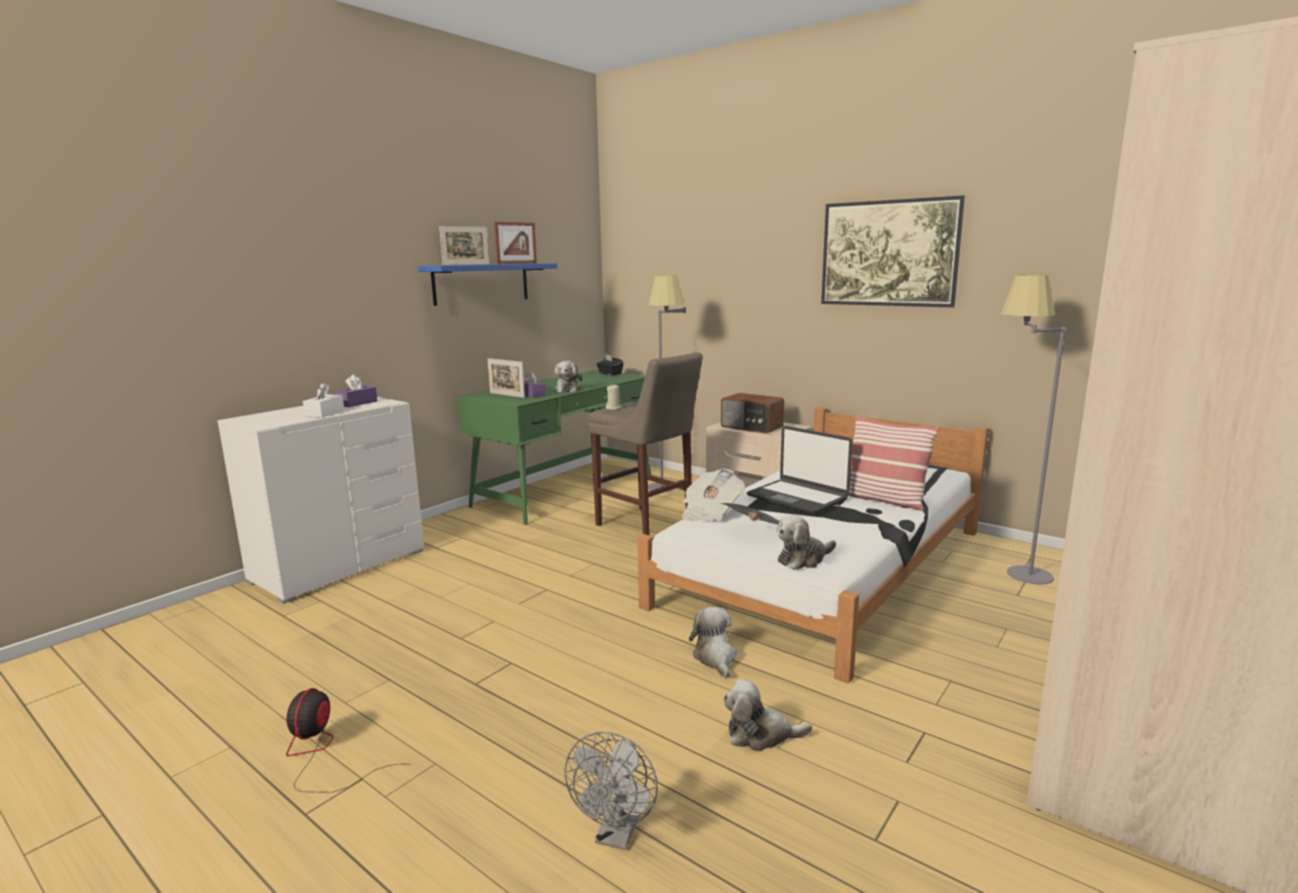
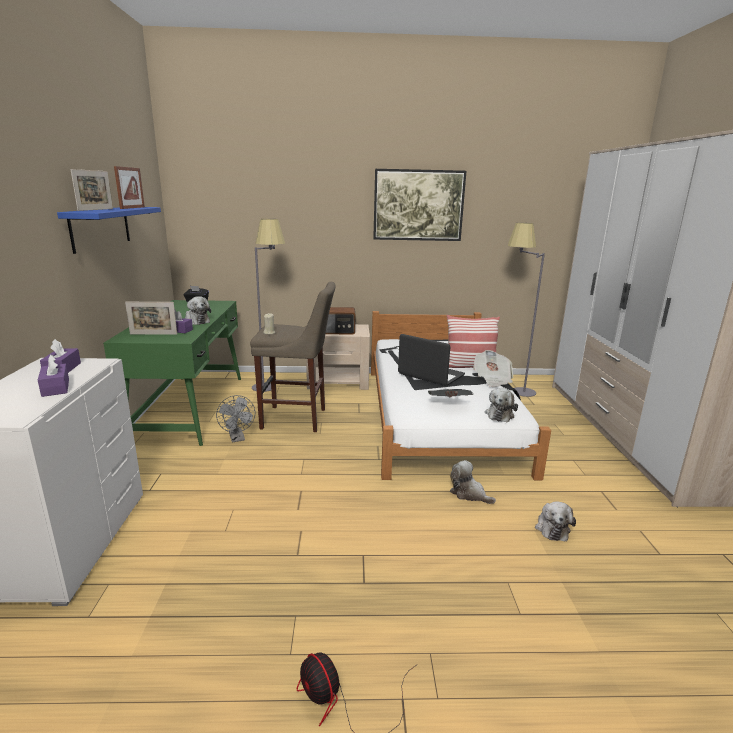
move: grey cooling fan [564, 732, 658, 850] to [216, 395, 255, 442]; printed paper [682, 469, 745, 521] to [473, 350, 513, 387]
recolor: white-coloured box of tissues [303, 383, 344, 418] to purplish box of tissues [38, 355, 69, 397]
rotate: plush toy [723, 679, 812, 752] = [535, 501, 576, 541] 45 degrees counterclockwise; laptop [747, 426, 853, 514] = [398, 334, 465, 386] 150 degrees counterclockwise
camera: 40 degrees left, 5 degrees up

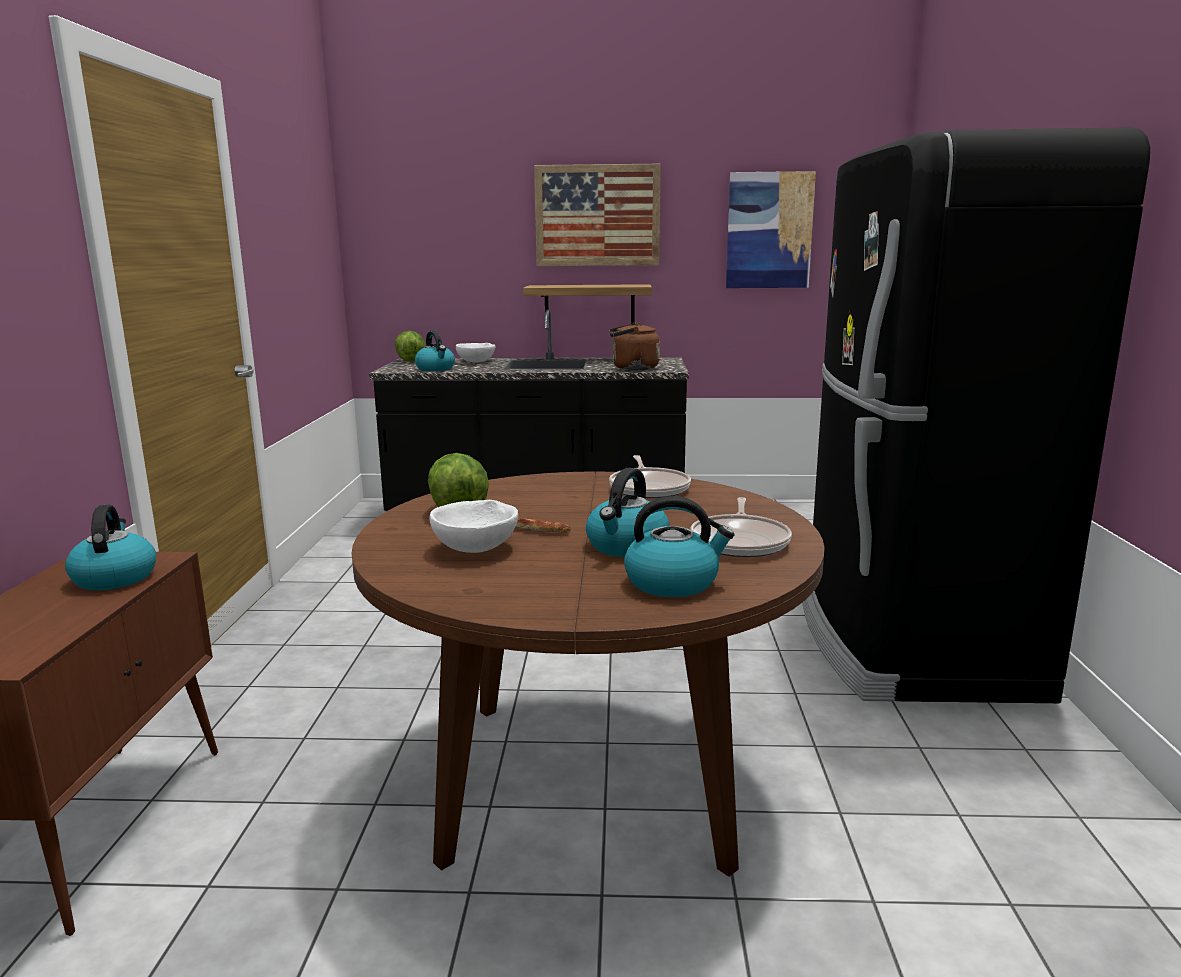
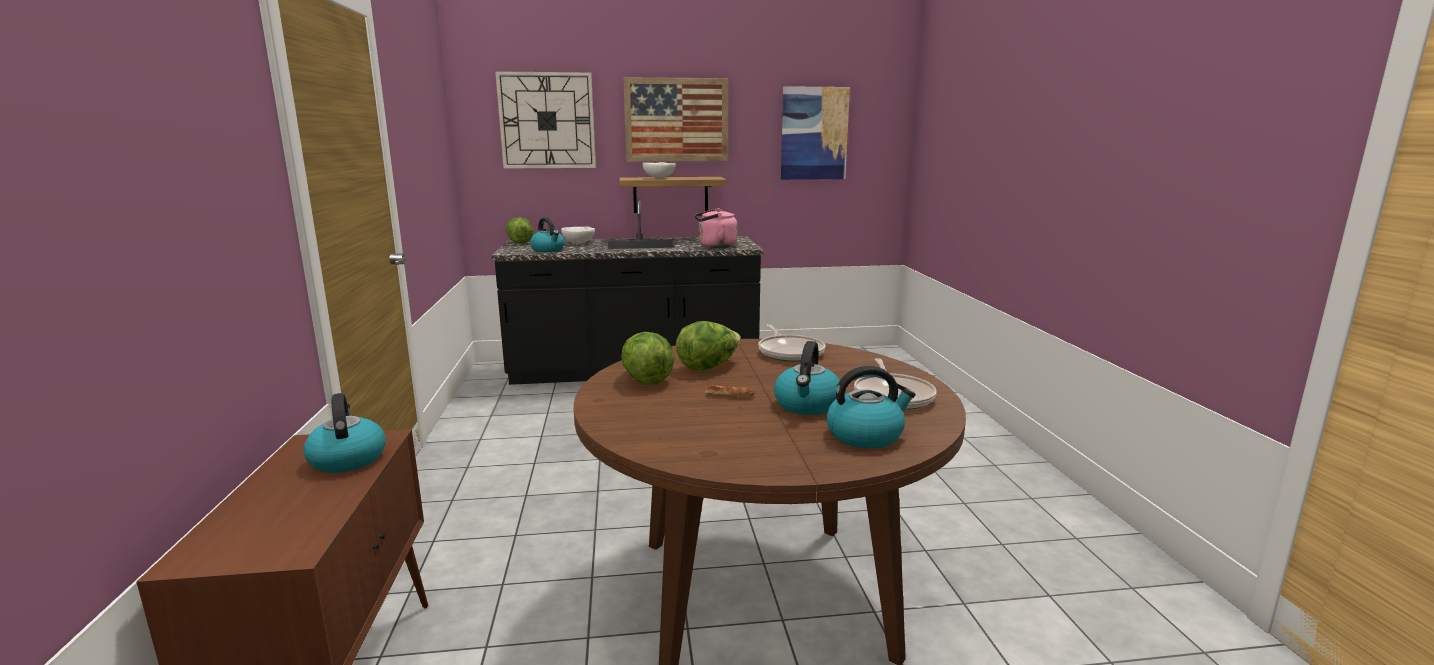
delete: black-coloured fridge [803, 127, 1150, 703]
insert: wall clock [495, 71, 596, 169]; lettuce [676, 321, 741, 371]
move: white-coloured serving bowl [430, 500, 518, 553] to [643, 162, 675, 178]
recolor: brown tea kettle [609, 322, 660, 370] to pink tea kettle [694, 209, 737, 248]
camera: 10 degrees left, 0 degrees up

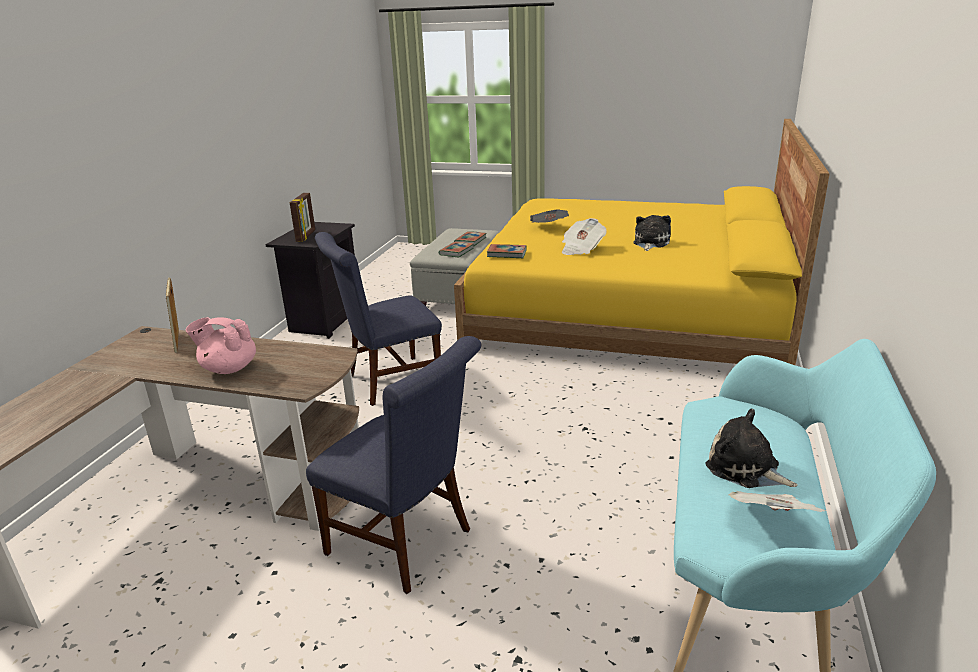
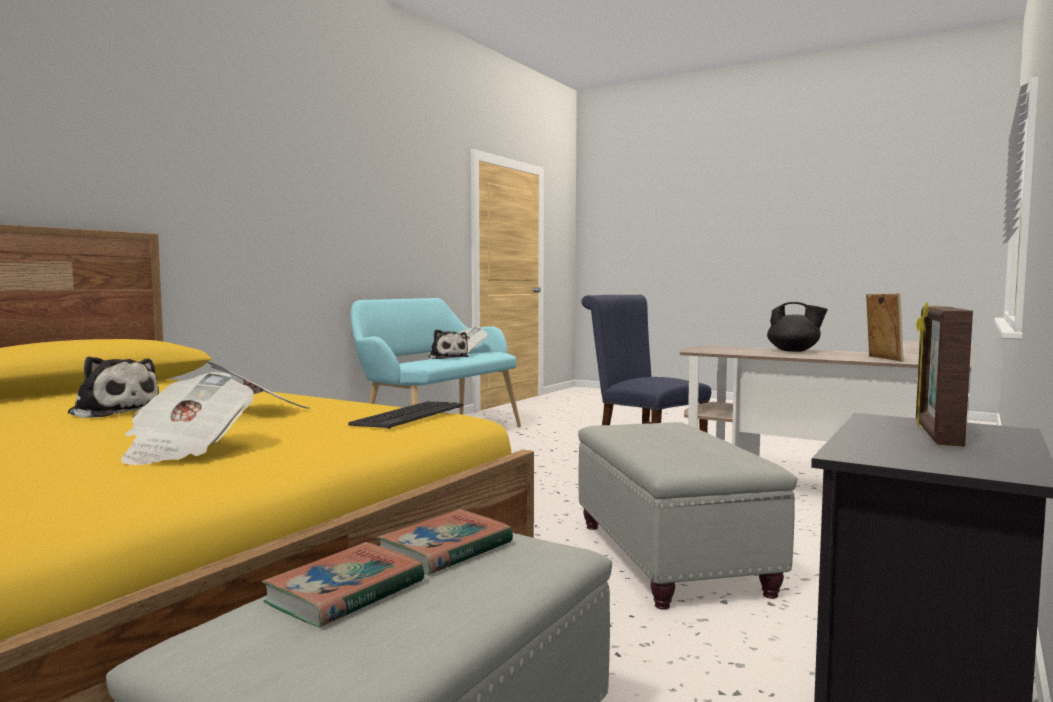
replace: bluish chair [315, 232, 442, 406] to grey footrest [578, 422, 797, 610]; book [487, 244, 527, 258] to PC keyboard [348, 401, 463, 429]
recolor: pink teapot [185, 317, 256, 374] to black-coloured teapot [767, 302, 828, 352]
rotate: plush toy [633, 215, 671, 251] = [68, 357, 159, 418] 105 degrees counterclockwise
camera: 165 degrees left, 20 degrees down

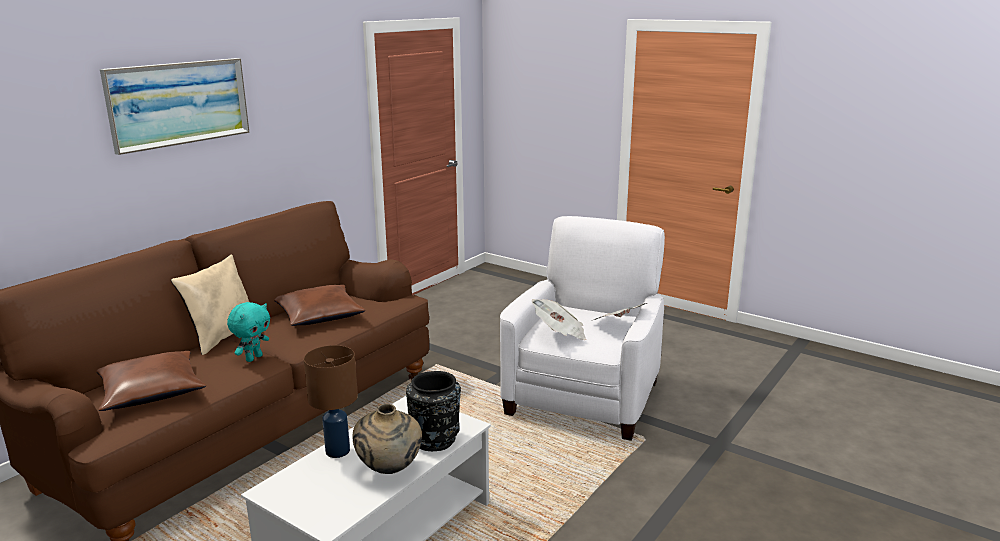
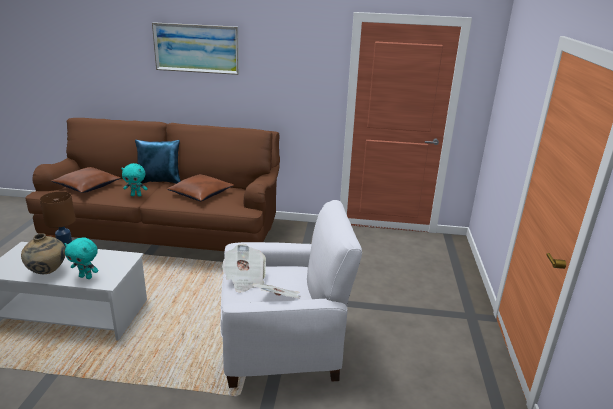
replace: black-coloured decorative vase [406, 371, 461, 451] to turquoise-coloured plush toy [64, 237, 98, 279]
recolor: beige-coloured cushion [171, 254, 249, 355] to bluish cushion [135, 140, 181, 184]
camera: 60 degrees right, 5 degrees up

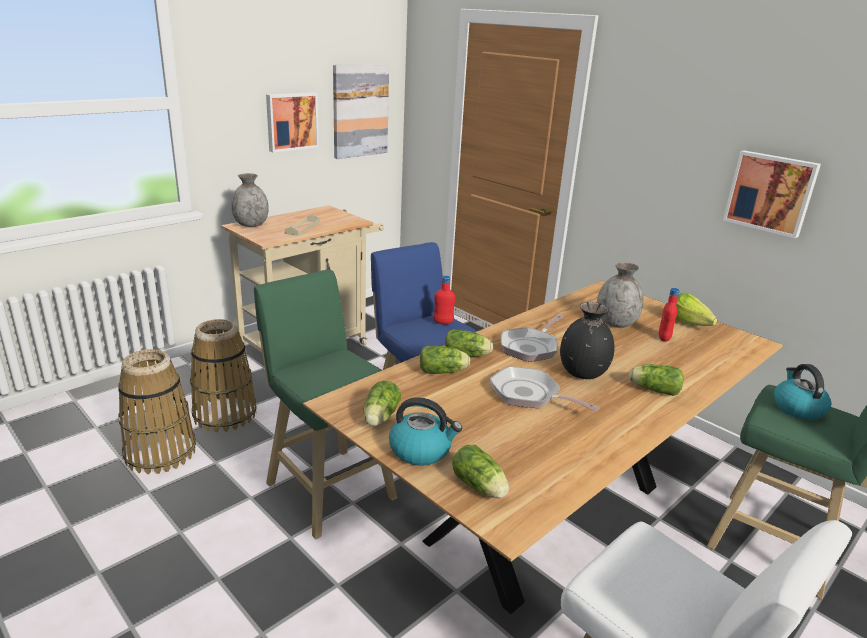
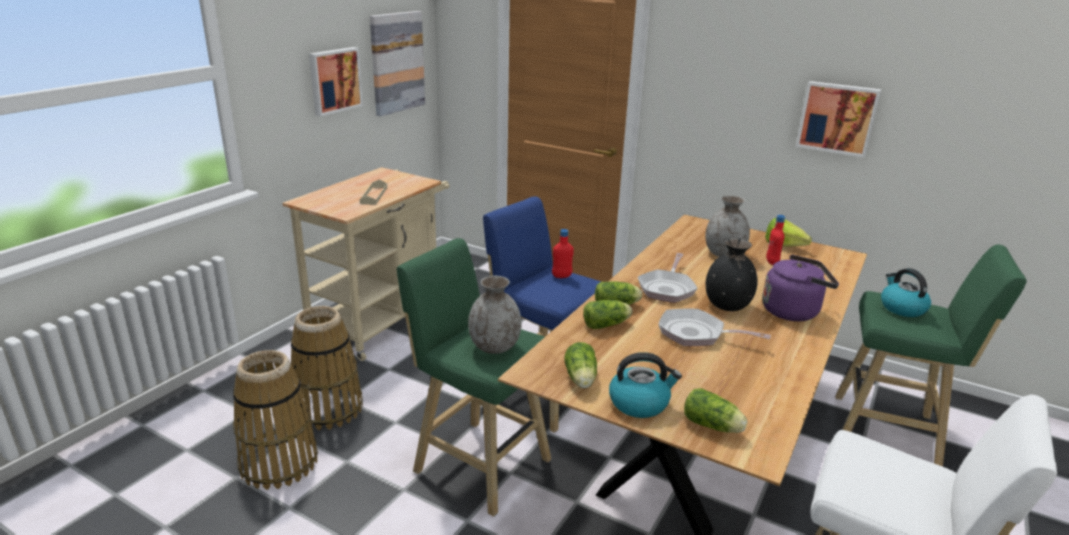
move: grey decorative vase [231, 173, 269, 227] to [468, 276, 522, 354]
replace: lettuce [629, 364, 684, 396] to purplish tea kettle [762, 255, 839, 321]
camera: 15 degrees left, 0 degrees up

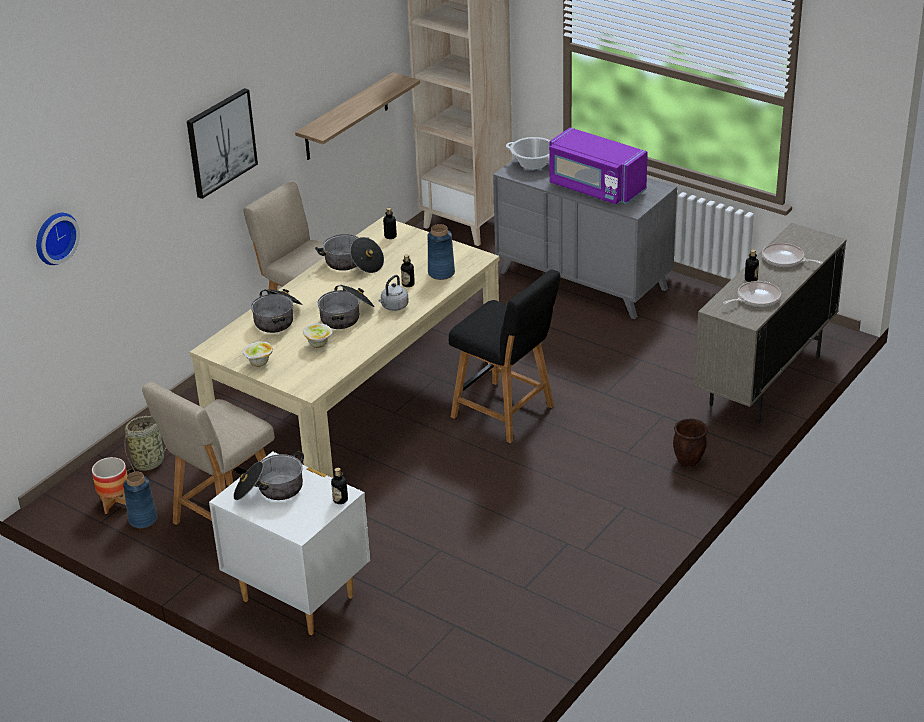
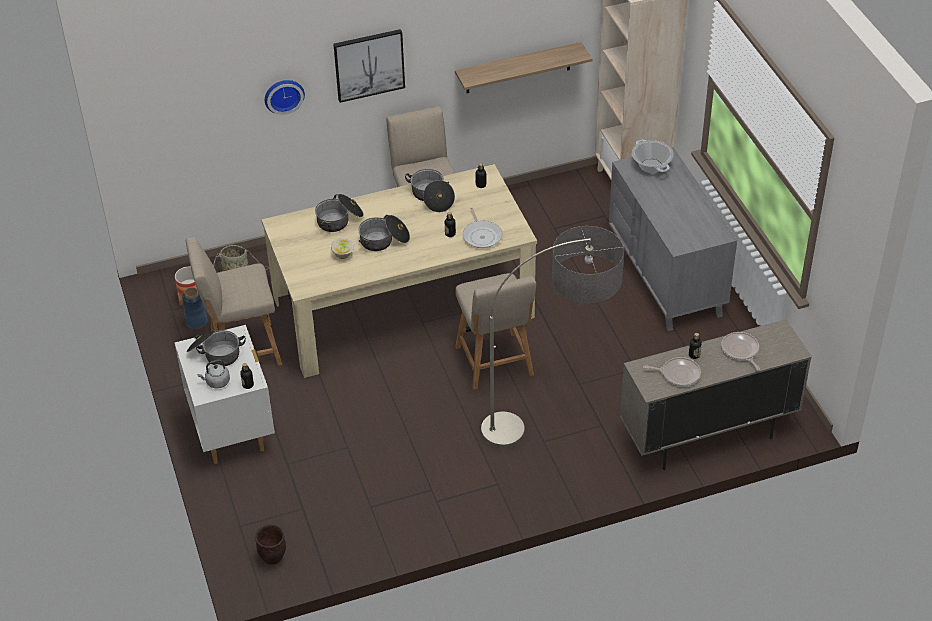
delete: serving bowl [243, 342, 273, 367]; purplish microwave [549, 127, 648, 204]
insert: floor lamp [481, 226, 624, 448]
move: wall clock [36, 213, 80, 265] to [265, 80, 305, 115]; grey tea kettle [378, 275, 409, 311] to [197, 359, 230, 388]; brown planter [673, 418, 708, 467] to [255, 524, 286, 565]
replace: bluish decorative vase [427, 224, 455, 280] to skillet [463, 208, 502, 248]
recolor: black-coloured chair [449, 269, 560, 443] to beige-coloured chair [455, 273, 536, 389]
camera: 35 degrees right, 10 degrees up

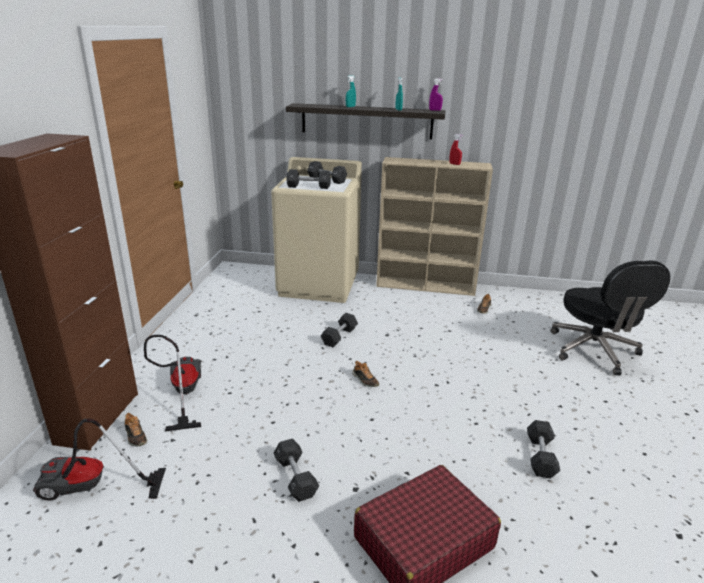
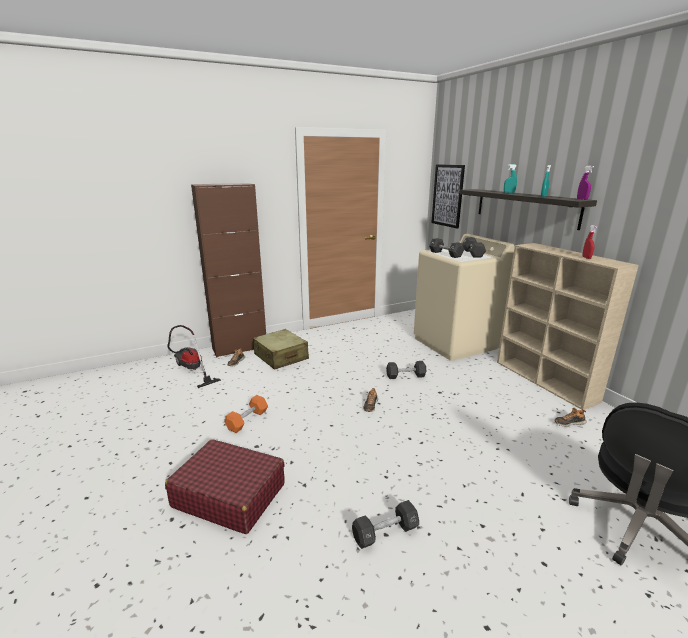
insert: picture [431, 164, 465, 229]
replace: vacuum cleaner [144, 335, 202, 432] to beige-coloured piece of luggage [253, 329, 309, 370]
recolor: black-coloured dumbbell [274, 438, 319, 502] to orange dumbbell [224, 395, 268, 433]
camera: 55 degrees right, 5 degrees down

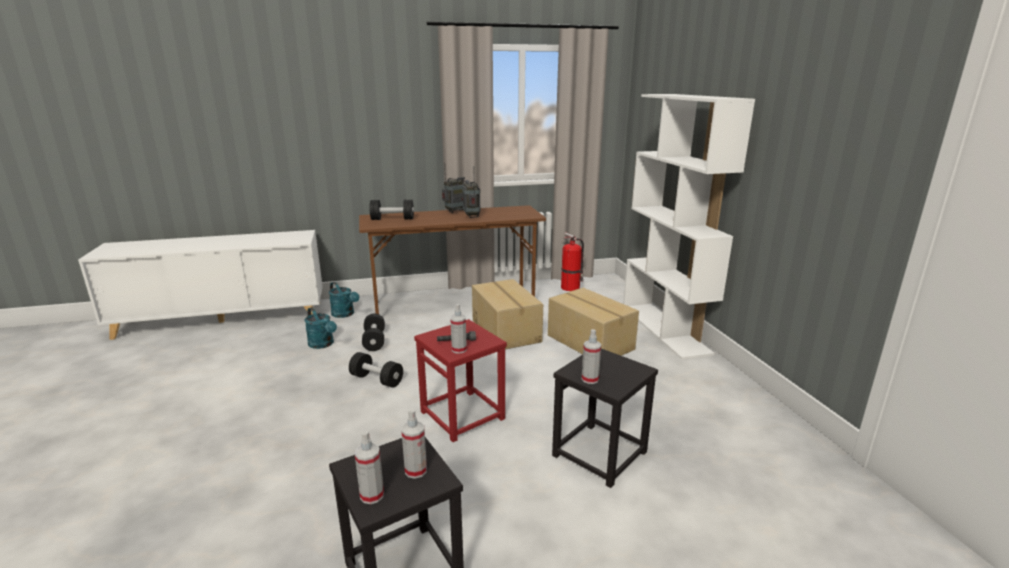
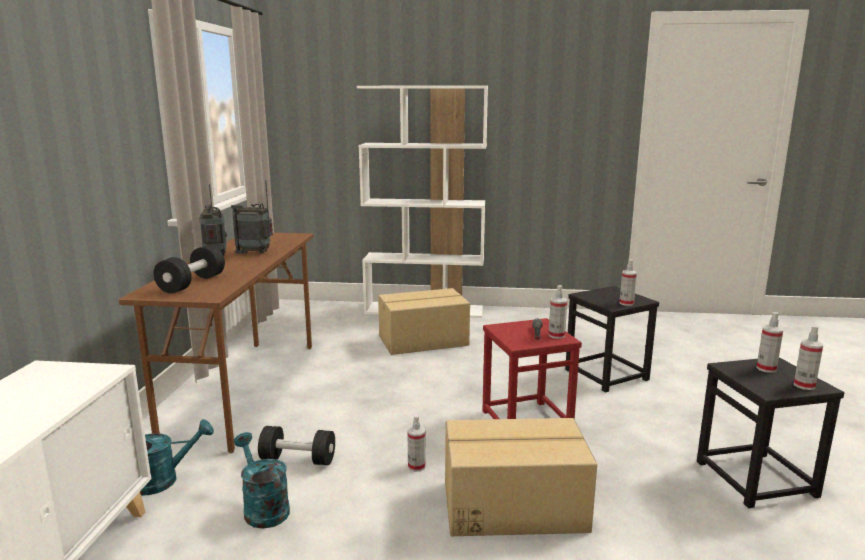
delete: fire-fighting cylinder [561, 232, 584, 291]
move: carton [472, 279, 543, 349] to [445, 418, 597, 536]
replace: black-coloured dumbbell [349, 352, 403, 388] to hand sprayer [407, 415, 426, 472]
rotate: turquoise-coloured watering pot [305, 307, 337, 349] = [233, 432, 290, 529] 105 degrees counterclockwise
camera: 70 degrees left, 5 degrees down

